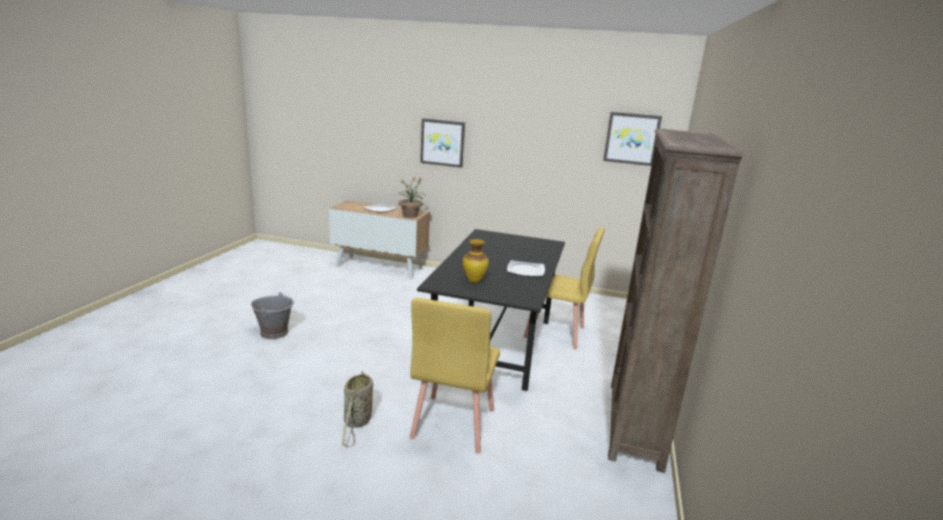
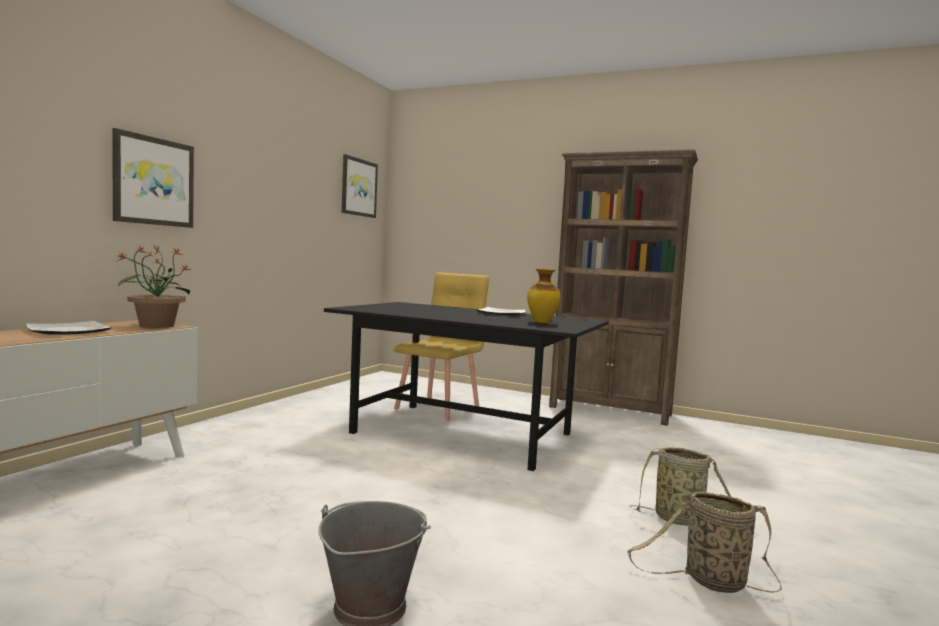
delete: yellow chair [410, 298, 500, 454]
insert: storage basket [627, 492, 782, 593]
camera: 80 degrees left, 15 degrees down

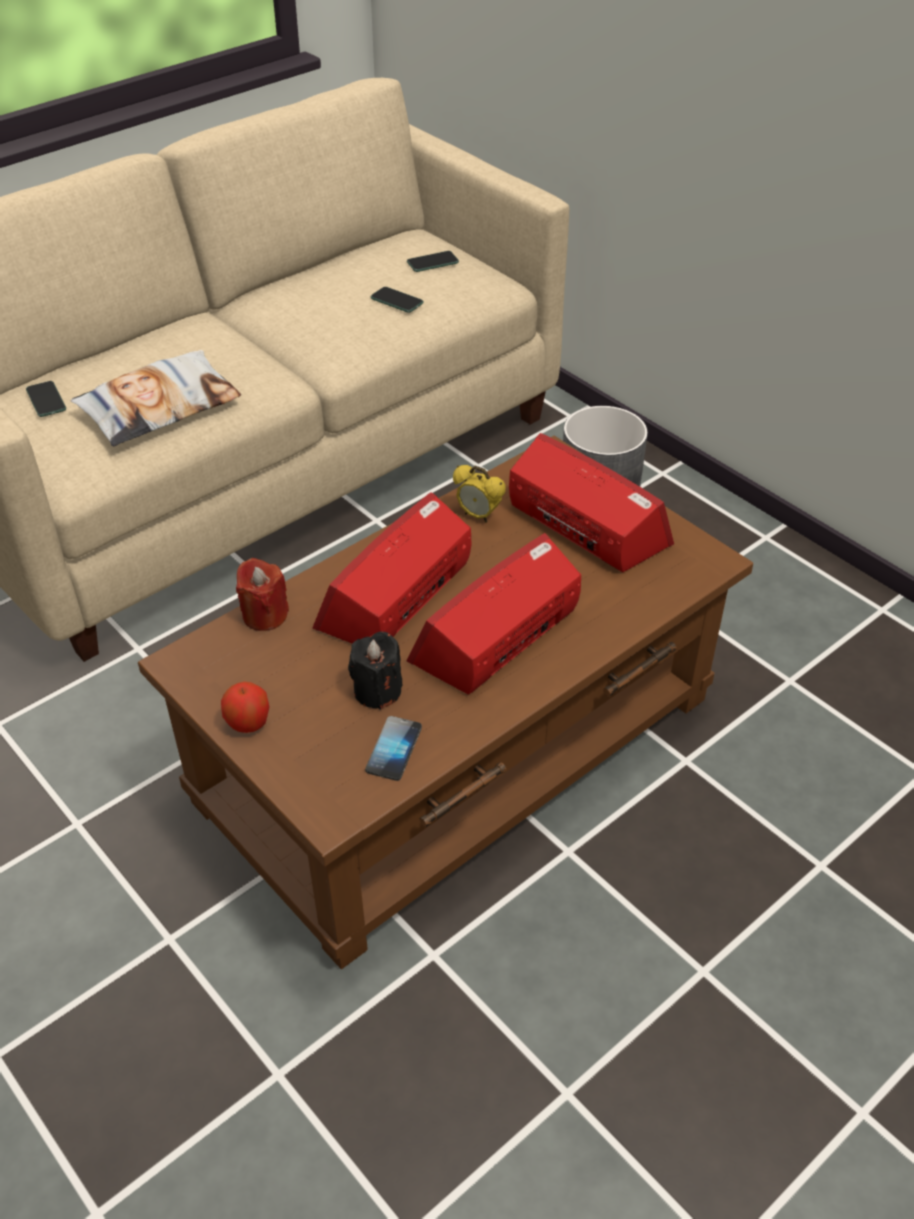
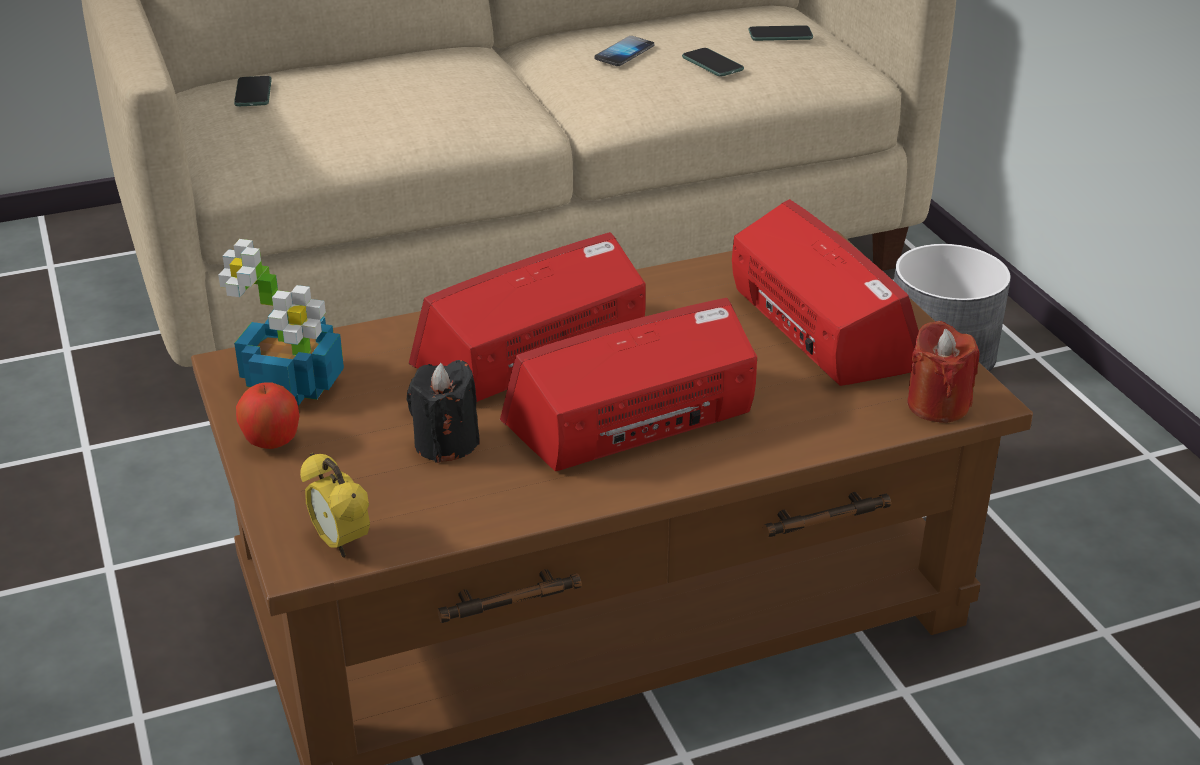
delete: cushion [71, 350, 241, 446]
insert: potted plant [218, 239, 344, 405]
move: red candle [236, 558, 289, 631] to [907, 321, 979, 423]; handset [365, 716, 422, 781] to [594, 36, 654, 66]; bedside clock [453, 465, 506, 523] to [300, 453, 370, 558]
camera: 20 degrees right, 10 degrees down

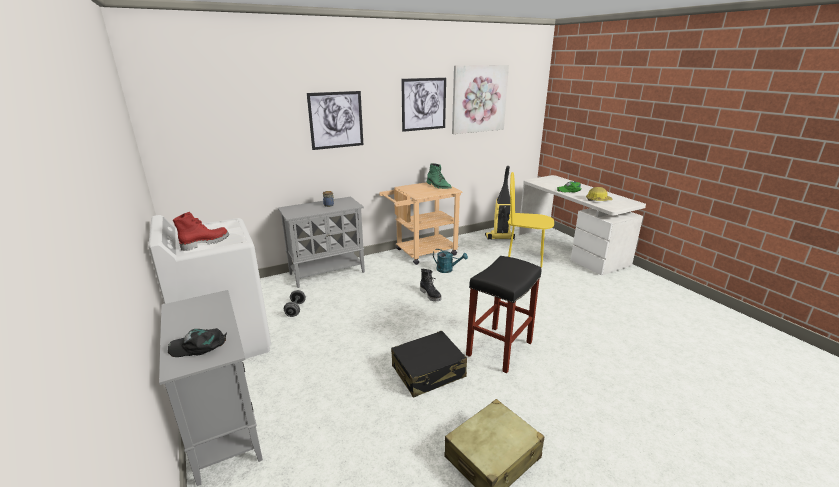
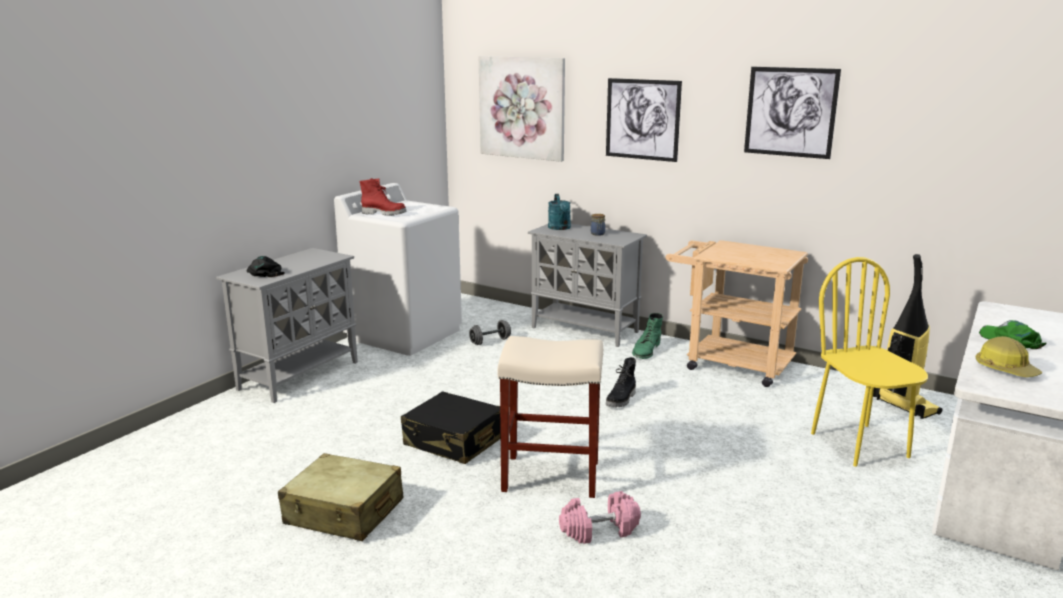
insert: pink dumbbell [559, 491, 641, 544]
move: greenish tall boot [427, 163, 452, 189] to [632, 313, 663, 359]; turquoise-coloured watering pot [433, 249, 468, 273] to [548, 194, 571, 230]; picture [452, 65, 509, 134] to [479, 56, 565, 162]
recolor: black-coloured sitting stool [466, 256, 542, 373] to beige-coloured sitting stool [497, 336, 603, 498]
camera: 60 degrees right, 5 degrees down

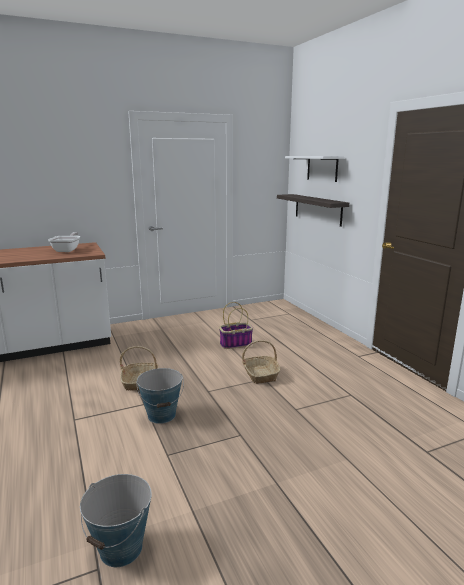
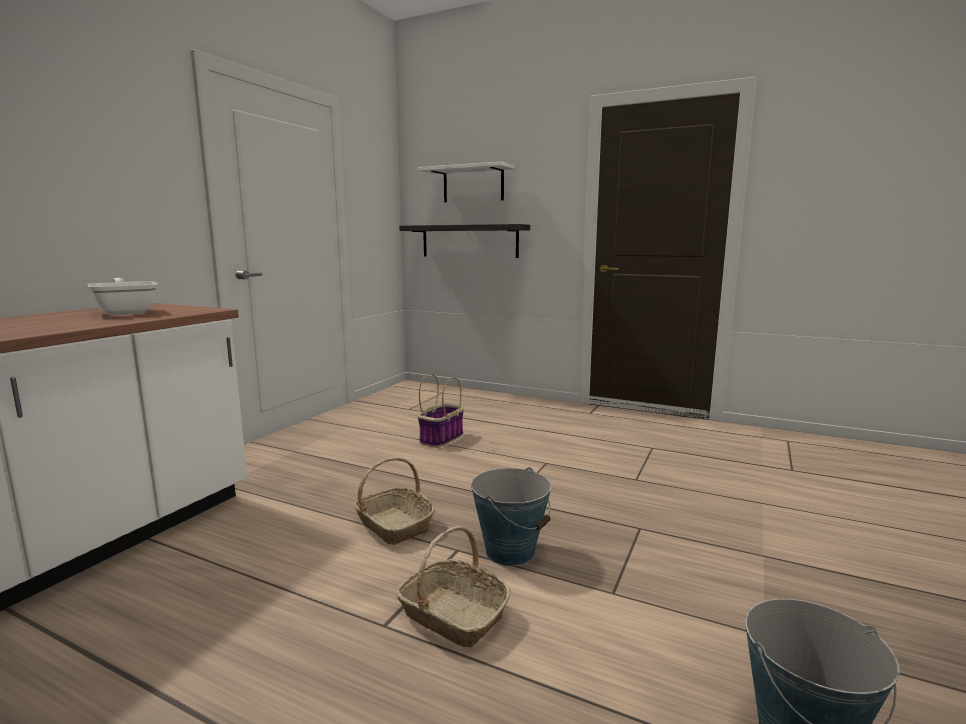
move: storage basket [242, 340, 280, 384] to [396, 526, 511, 648]
camera: 40 degrees left, 5 degrees down

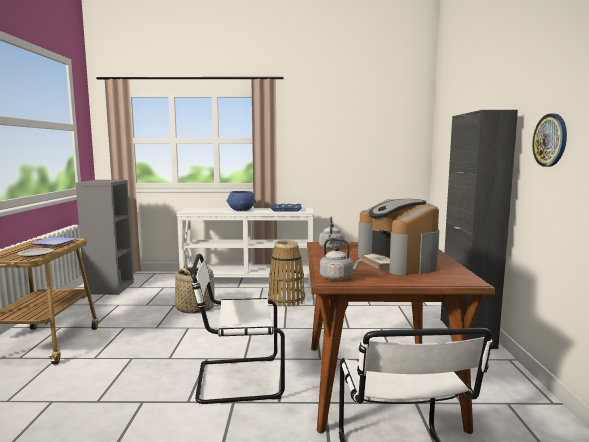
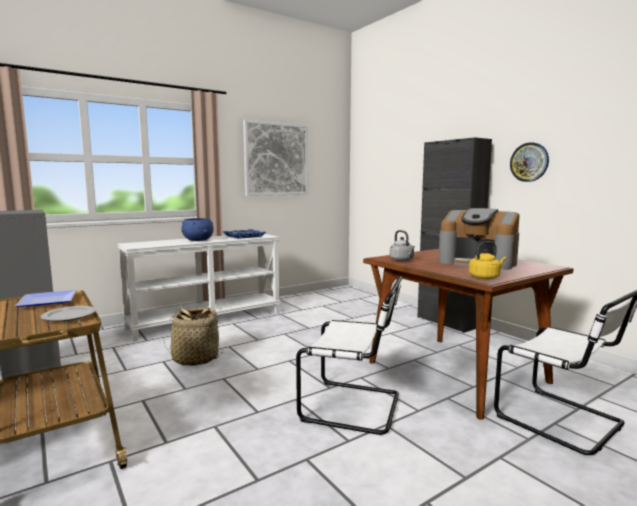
delete: storage basket [268, 240, 305, 307]
insert: picture [243, 120, 308, 196]
recolor: grey tea kettle [320, 238, 362, 280] to yellow tea kettle [469, 242, 506, 279]
rotate: white-coloured chair [190, 254, 285, 404] = [296, 276, 402, 435] 120 degrees counterclockwise
camera: 35 degrees left, 0 degrees up

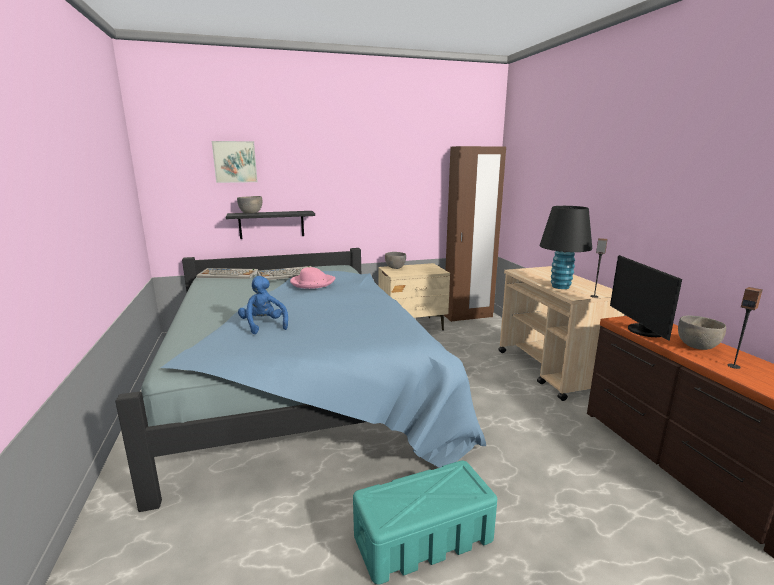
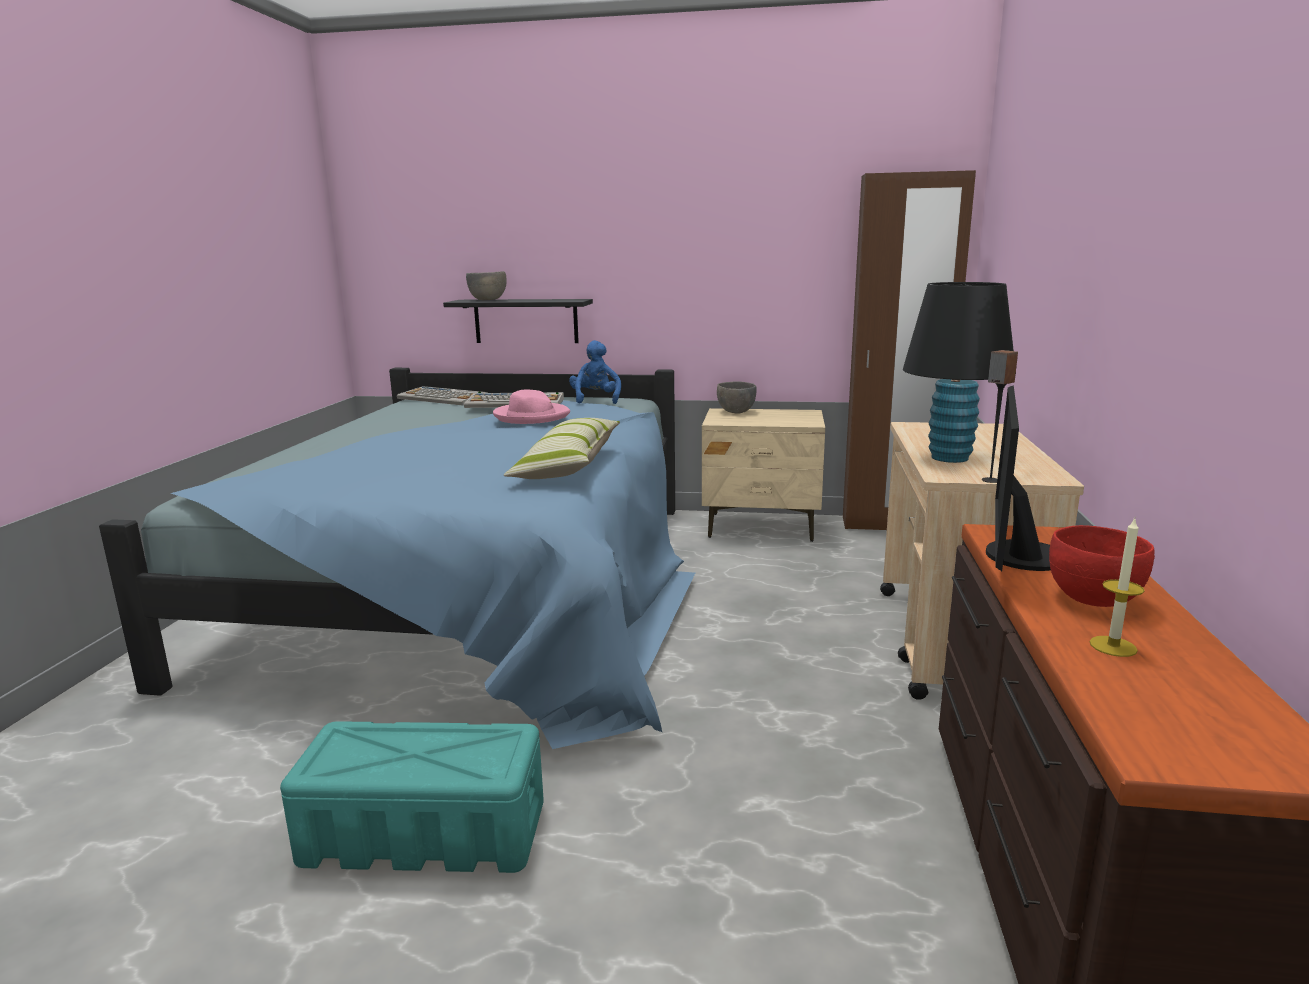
delete: picture [212, 141, 258, 183]
insert: cushion [504, 418, 620, 479]
move: bluish plush toy [238, 276, 288, 334] to [569, 340, 621, 404]
replace: loudspeaker [727, 287, 763, 369] to candle [1090, 518, 1145, 657]
recolor: grey serving bowl [678, 316, 726, 350] to red serving bowl [1049, 525, 1155, 607]
camera: 25 degrees right, 0 degrees up

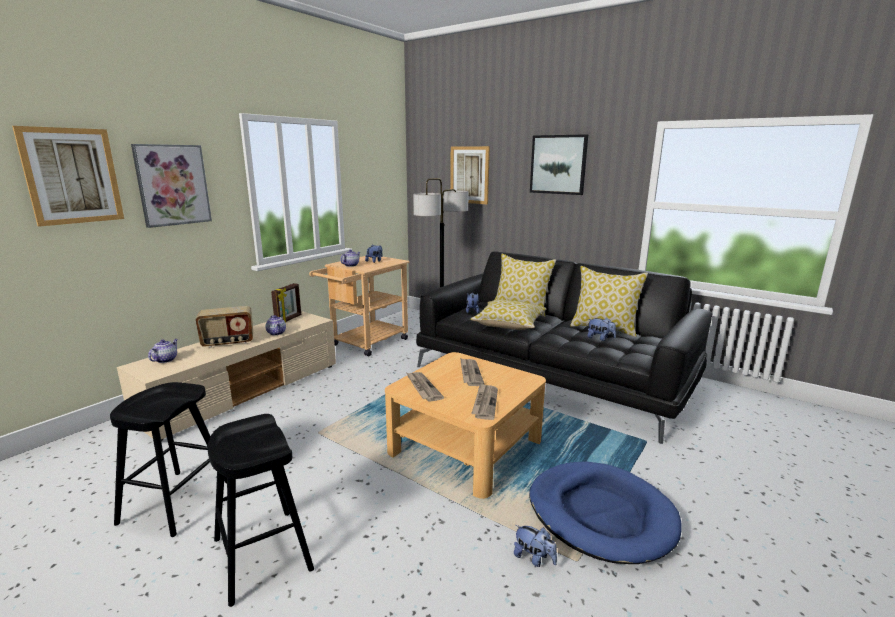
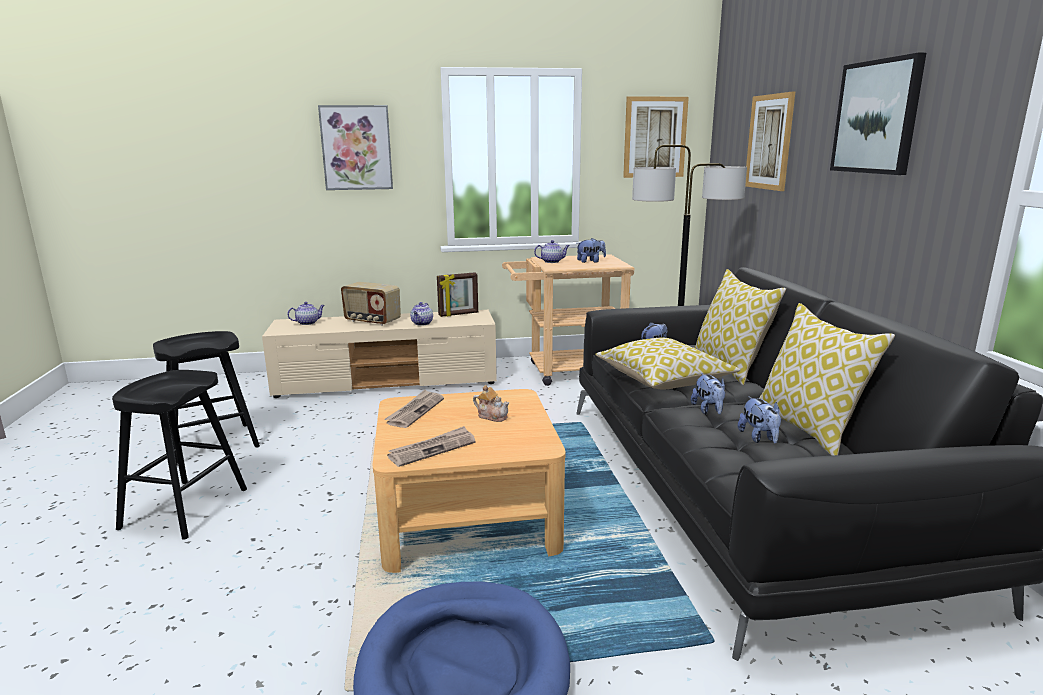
move: picture [12, 126, 124, 227] to [623, 96, 689, 178]; plush toy [514, 525, 557, 567] to [691, 373, 725, 414]
replace: printed paper [460, 358, 484, 386] to teapot [473, 385, 509, 422]
camera: 45 degrees right, 0 degrees up

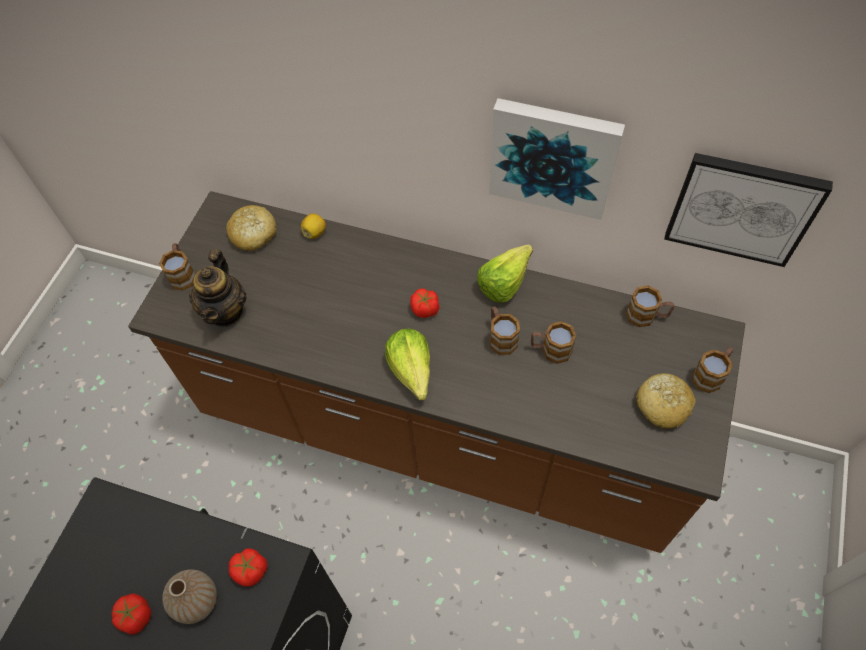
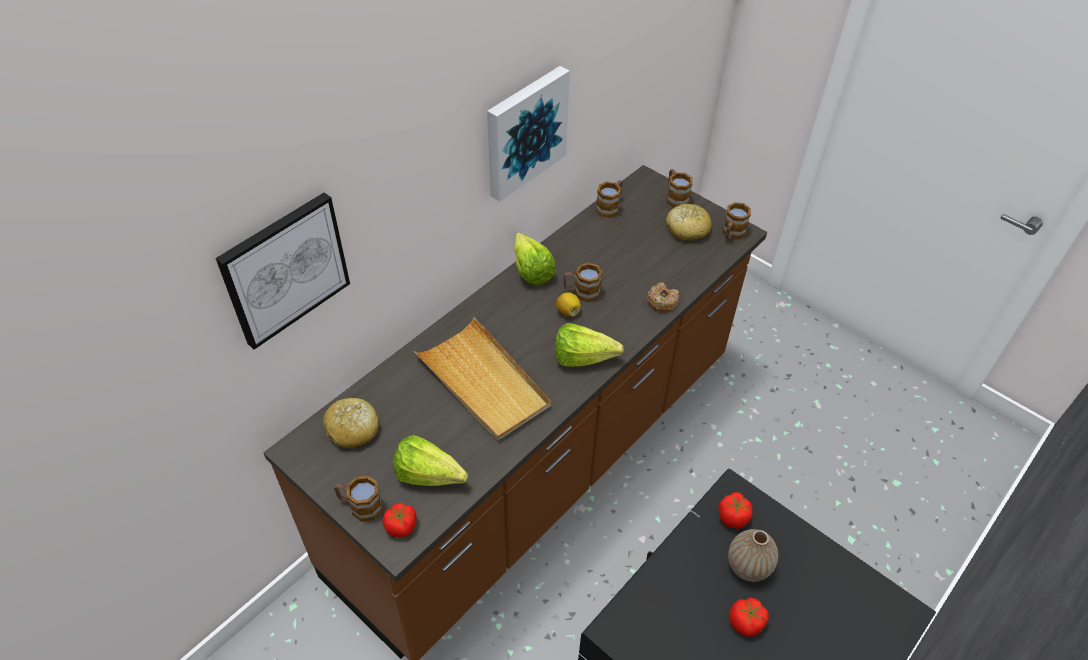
insert: beige-coloured tray [414, 317, 551, 441]; doughnut [647, 282, 679, 311]
move: citrus fruit [301, 214, 326, 239] to [556, 292, 581, 317]; tomato [410, 289, 439, 318] to [382, 503, 417, 538]; coffee mug [531, 321, 577, 364] to [723, 202, 751, 239]; picture [664, 153, 833, 267] to [215, 193, 350, 350]
replace: teapot [189, 249, 247, 327] to lettuce [393, 435, 468, 486]
camera: 70 degrees left, 10 degrees down

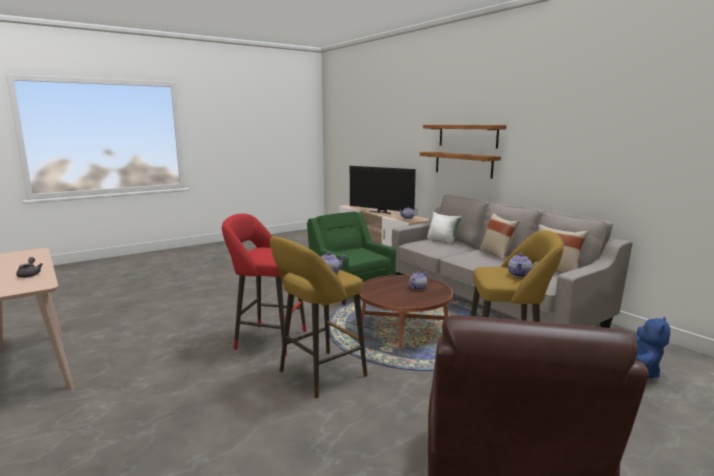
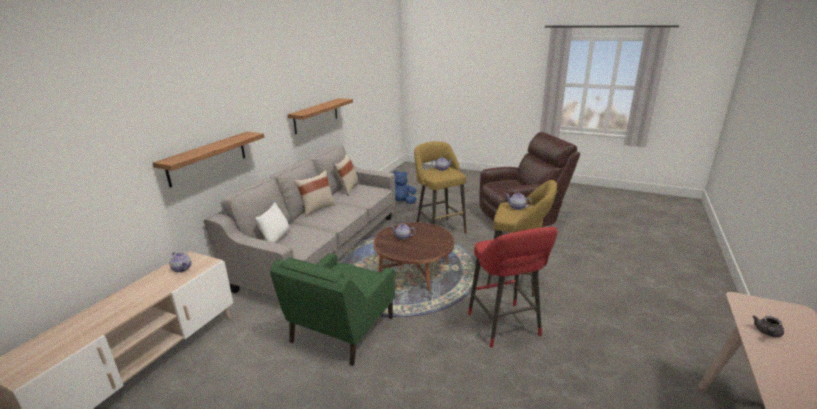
delete: TV set [350, 166, 416, 214]
move: shelf [423, 125, 507, 149] to [288, 98, 353, 134]
camera: 120 degrees left, 10 degrees up

